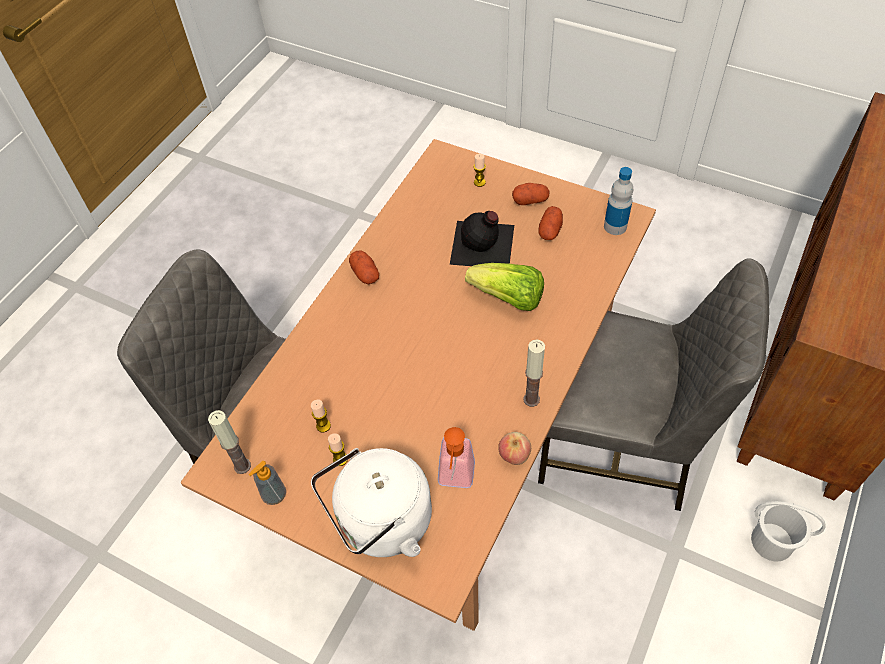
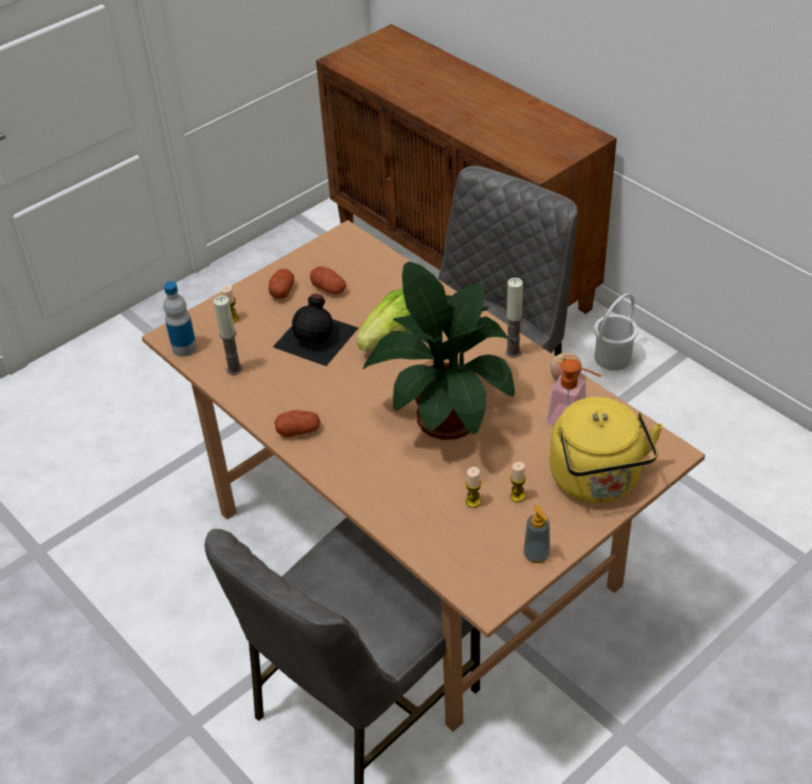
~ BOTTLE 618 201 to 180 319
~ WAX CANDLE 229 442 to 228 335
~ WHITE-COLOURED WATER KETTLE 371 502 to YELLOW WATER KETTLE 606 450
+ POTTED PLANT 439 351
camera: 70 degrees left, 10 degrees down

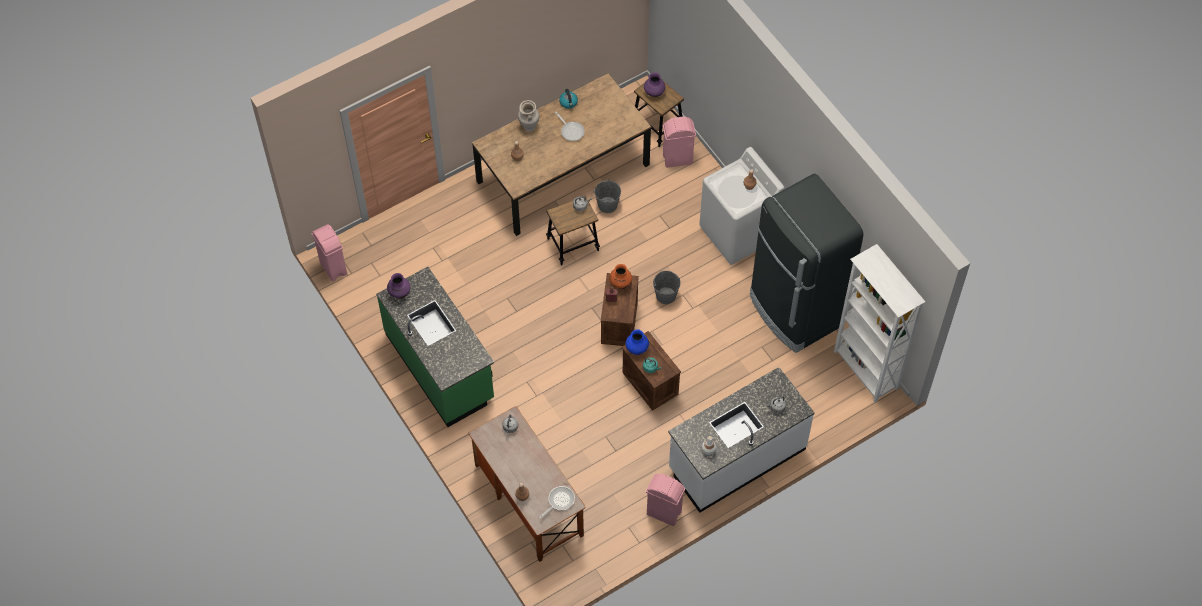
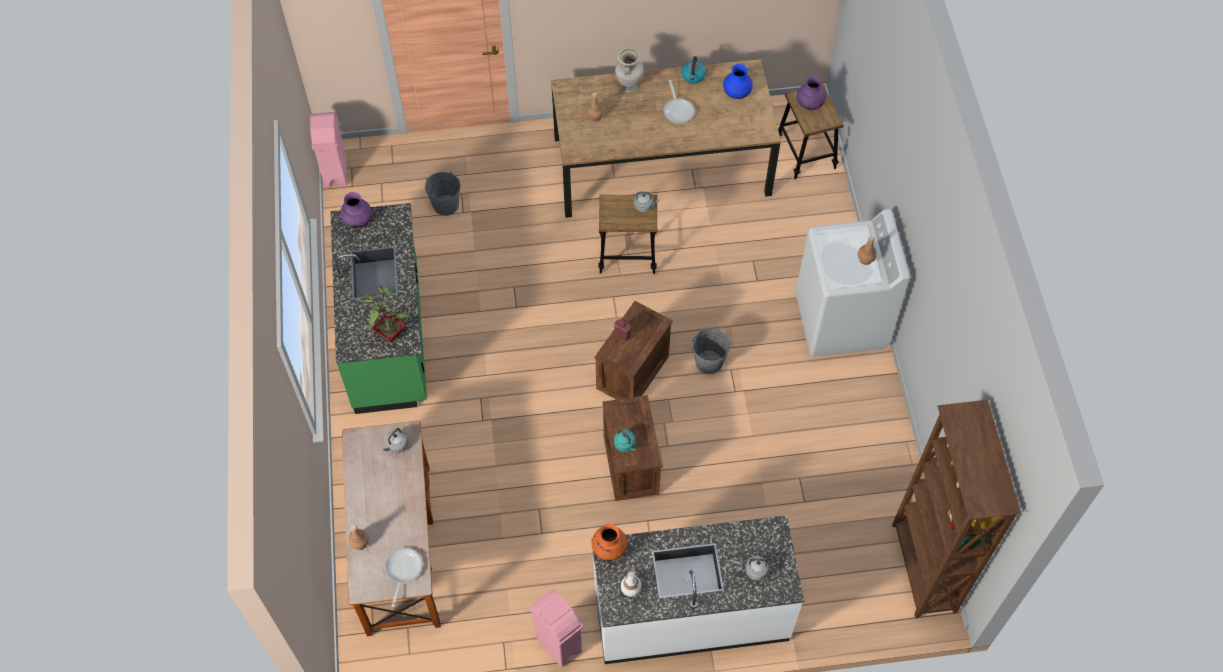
- PINKISH WASTE BIN 679 142
- BLACKISH REFRIGERATOR 806 263
~ GREY PAIL 607 196 to 443 194
~ WHITE-COLOURED BOOKSHELF 879 323 to BROWN BOOKSHELF 956 509
~ ORANGEY VASE 620 276 to 609 542
~ BLUISH VASE 637 342 to 738 81
~ FRYING PAN 557 502 = 404 577 60 degrees counterclockwise
+ POTTED PLANT 387 313
camera: 25 degrees right, 0 degrees up

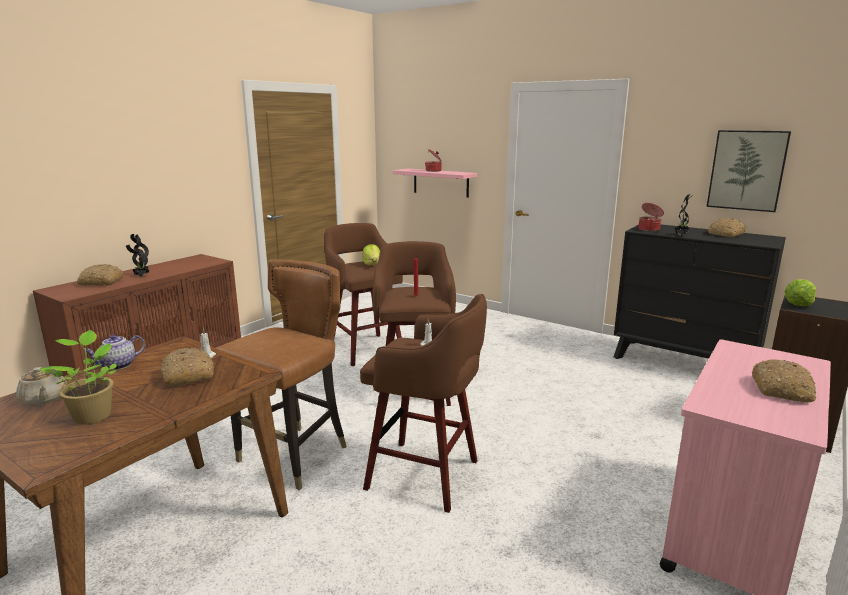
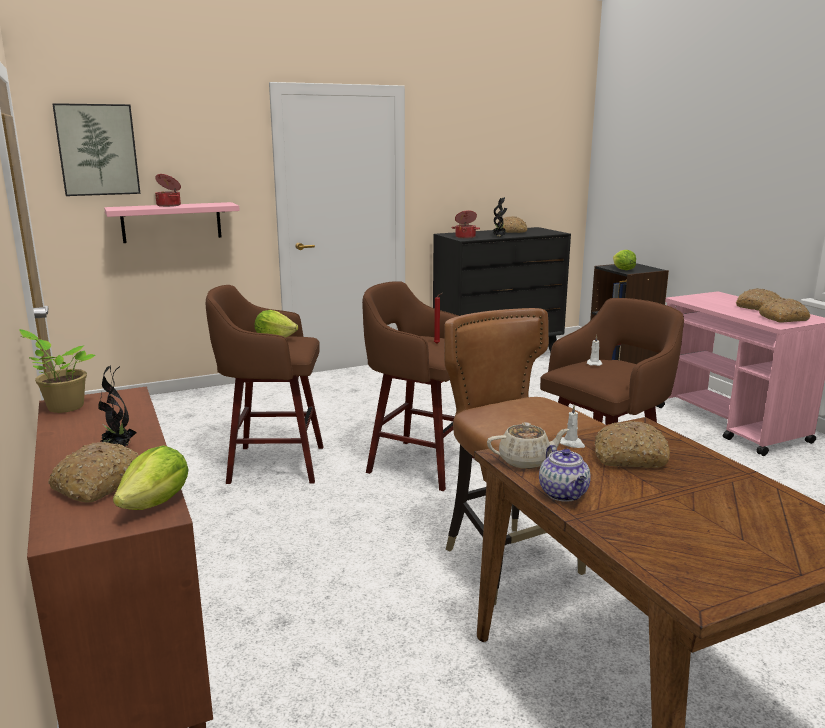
~ PICTURE 749 171 to 96 149
~ POTTED PLANT 78 377 to 57 371
~ BEIGE-COLOURED POT FOR TEA 41 386 to 528 445
+ BAKED BREAD 784 310
+ LETTUCE 150 477
camera: 60 degrees left, 0 degrees up

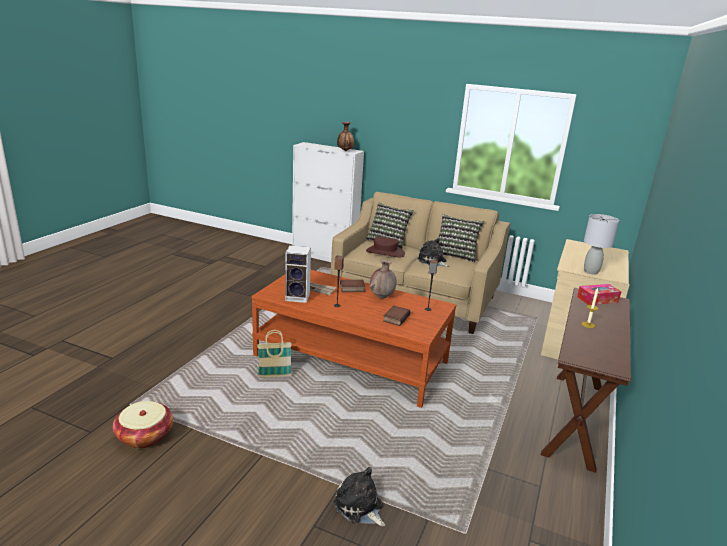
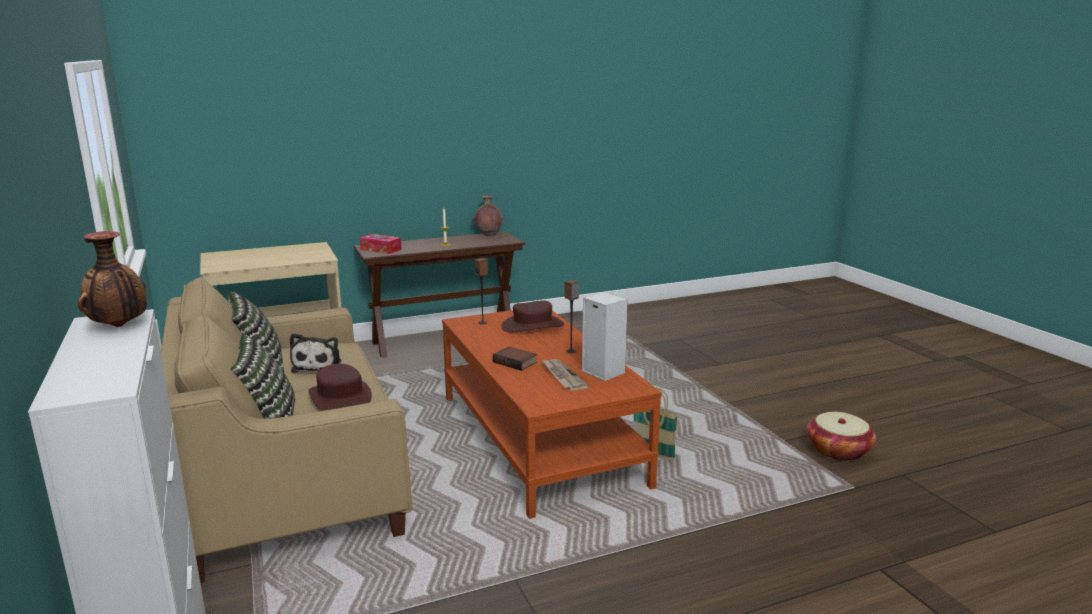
- GREY TABLE LAMP 601 244
~ BROWN VASE 383 279 to 488 216
~ BOUND BOOK 396 315 to BROWN CLOTHING HAT 532 316
- CUDDLY TOY 359 496
camera: 135 degrees left, 5 degrees down

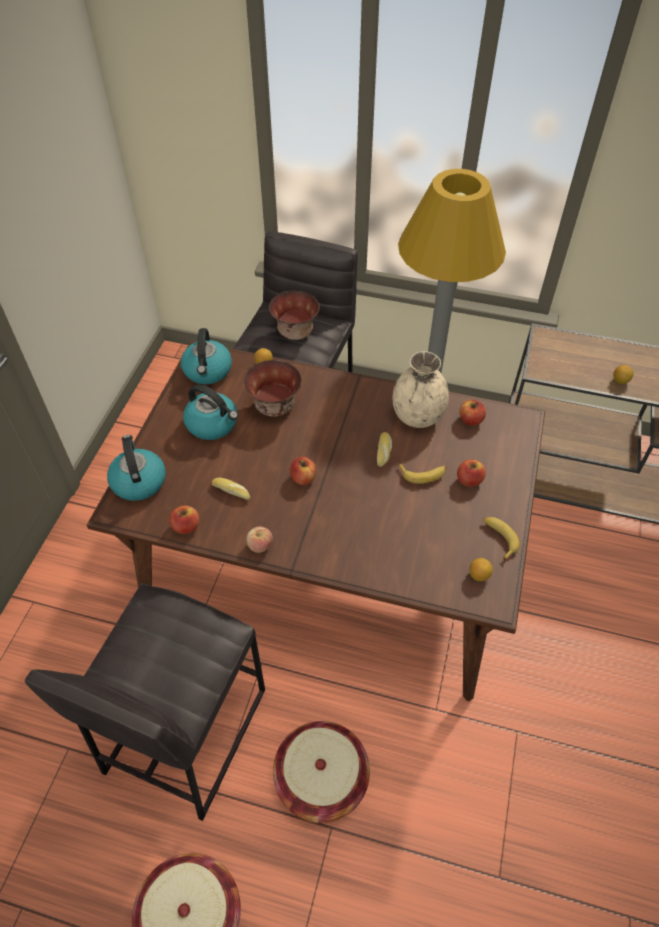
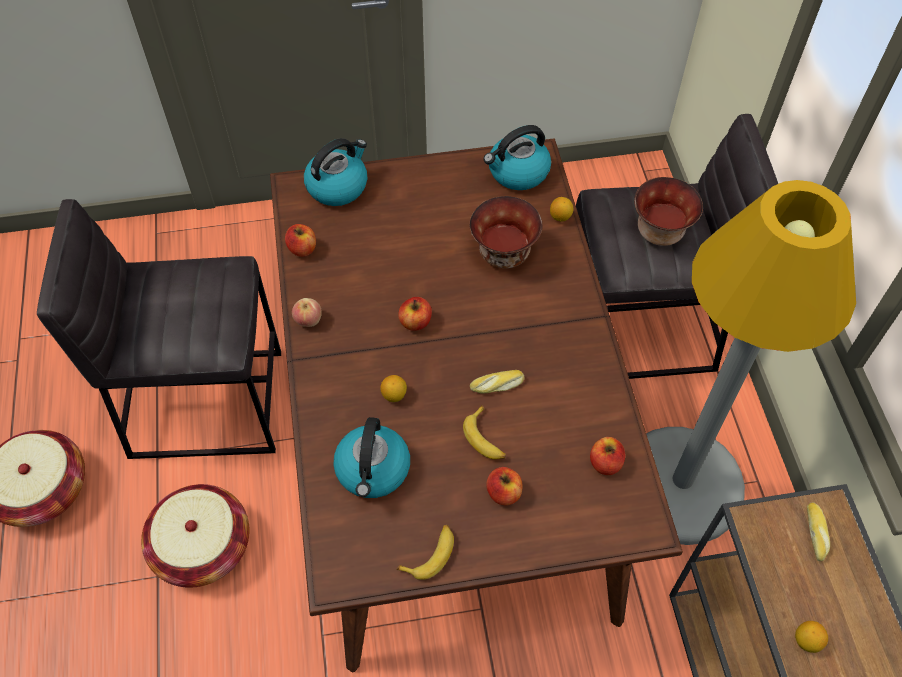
- BEIGE-COLOURED VASE 420 389
~ WATER KETTLE 210 412 to 372 457
~ BAKED BREAD 231 489 to 818 531
~ WHOLE LEMON 481 569 to 393 388
camera: 65 degrees right, 5 degrees up

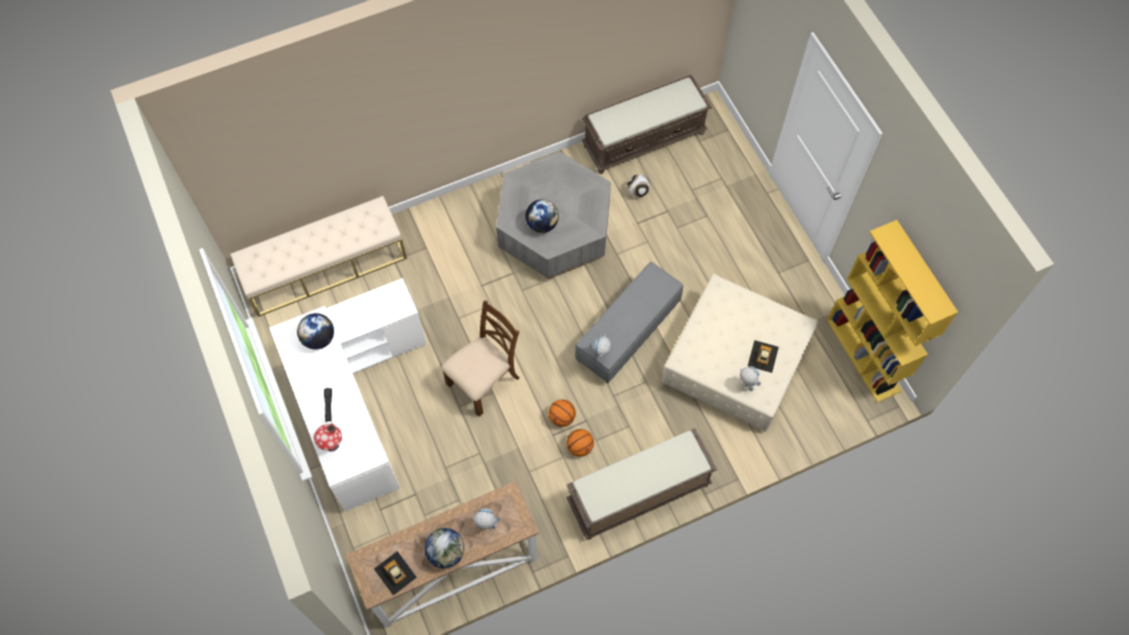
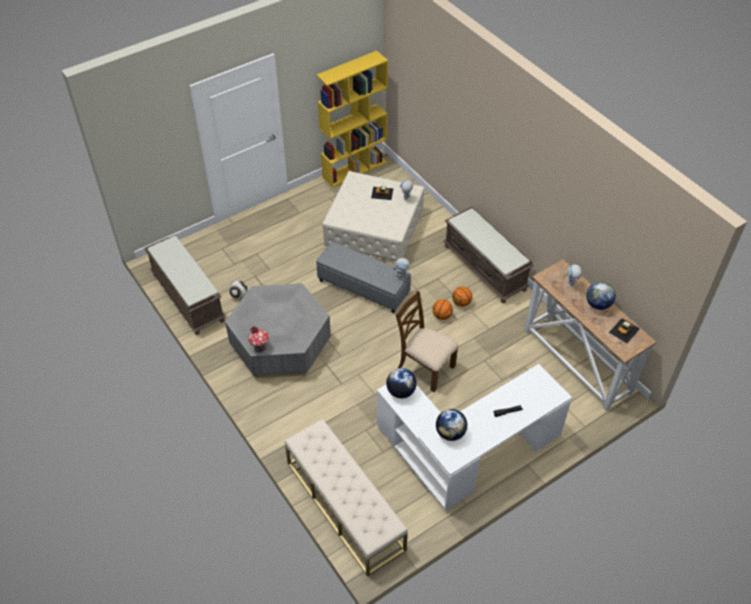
~ GLOBE 542 216 to 401 383
~ TOY HOUSE 328 437 to 258 339
camera: 100 degrees left, 15 degrees down

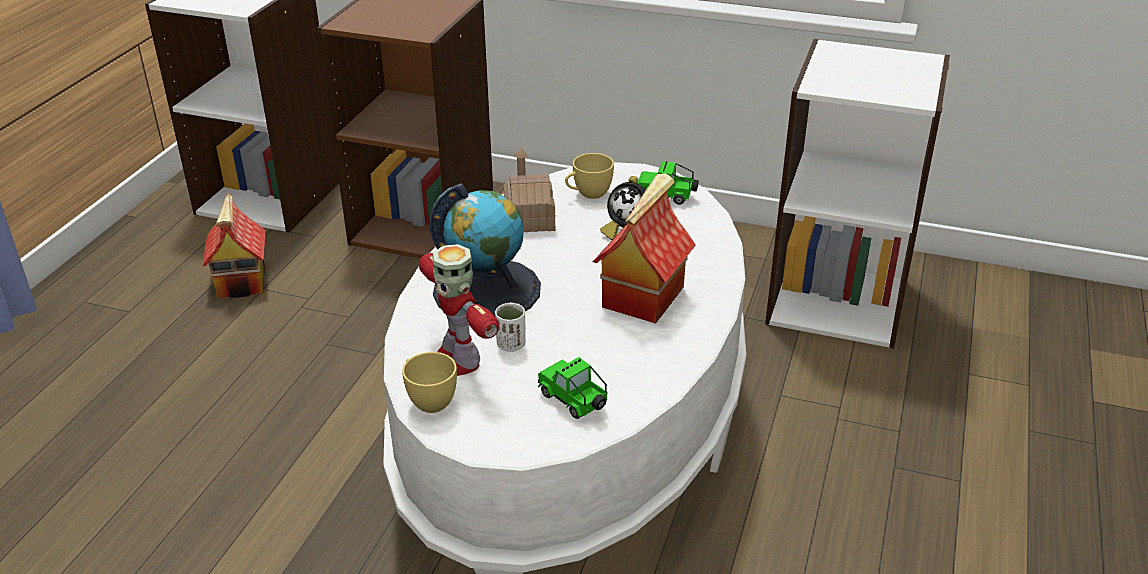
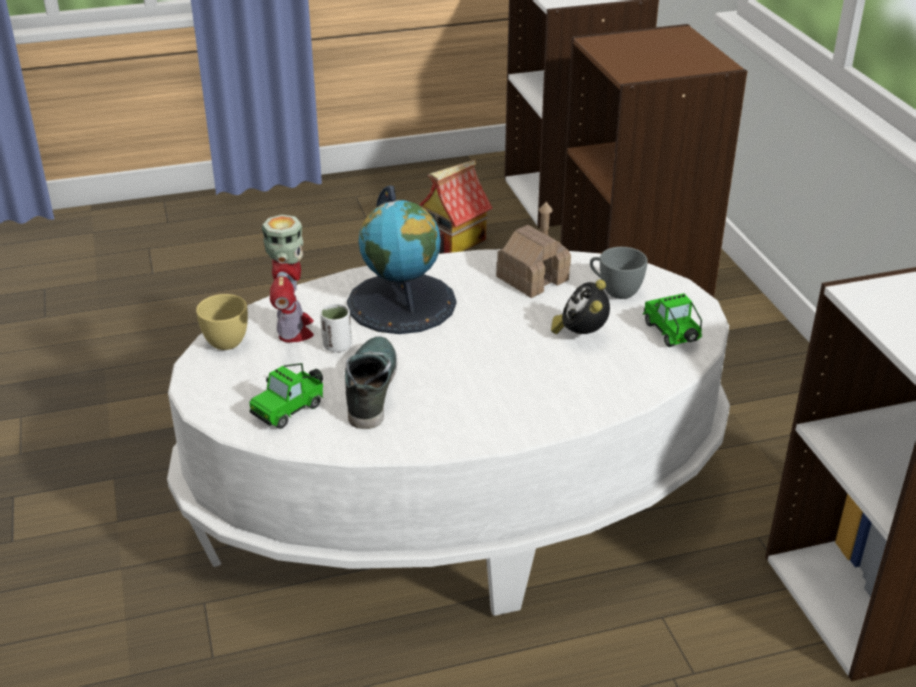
~ YELLOW SMALL CUP 589 176 to GREY SMALL CUP 619 273
- TOY HOUSE 644 248
~ MODEL ROBOT 459 310 = 288 278 150 degrees clockwise
~ MODEL CAR 573 388 = 286 396 150 degrees counterclockwise
+ ITEM OF FOOTWEAR 371 383
camera: 55 degrees right, 0 degrees up

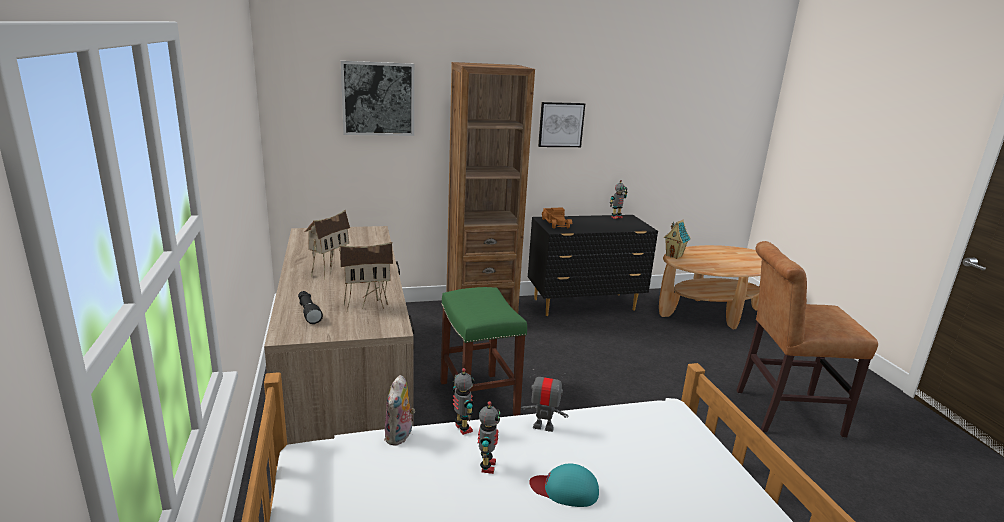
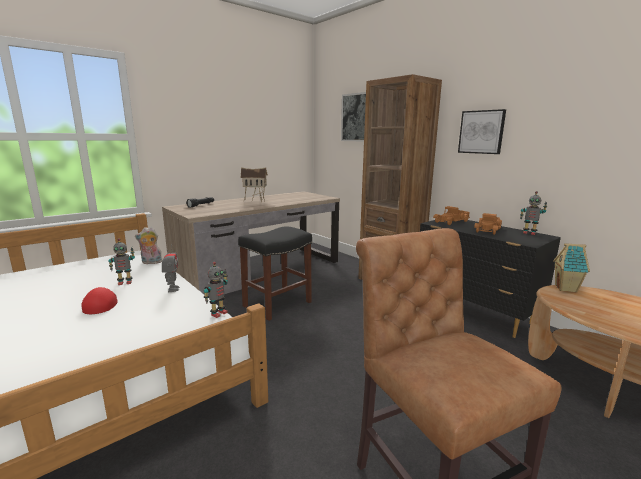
- TOY HOUSE 366 277
~ GREENISH STOOL SEAT 483 354 to BLACKISH STOOL SEAT 275 273
~ MODEL ROBOT 463 401 to 216 290
~ TURQUOISE-COLOURED CAP 564 485 to RED CAP 99 300
+ TOY TRUCK 488 224
camera: 65 degrees right, 5 degrees down

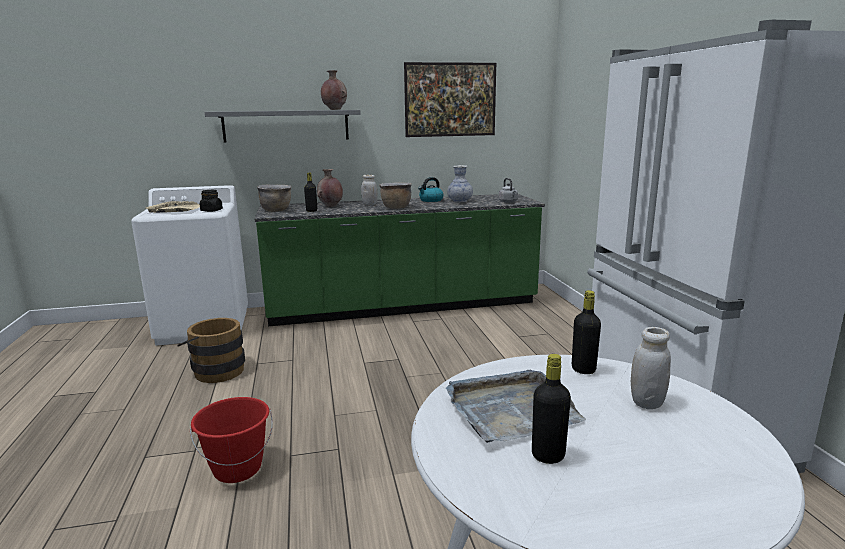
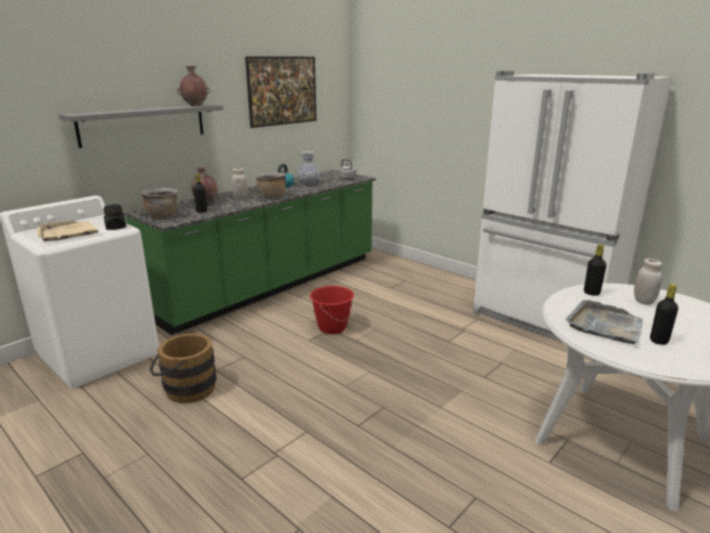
~ RED PAIL 231 440 to 332 310
camera: 35 degrees left, 5 degrees up

